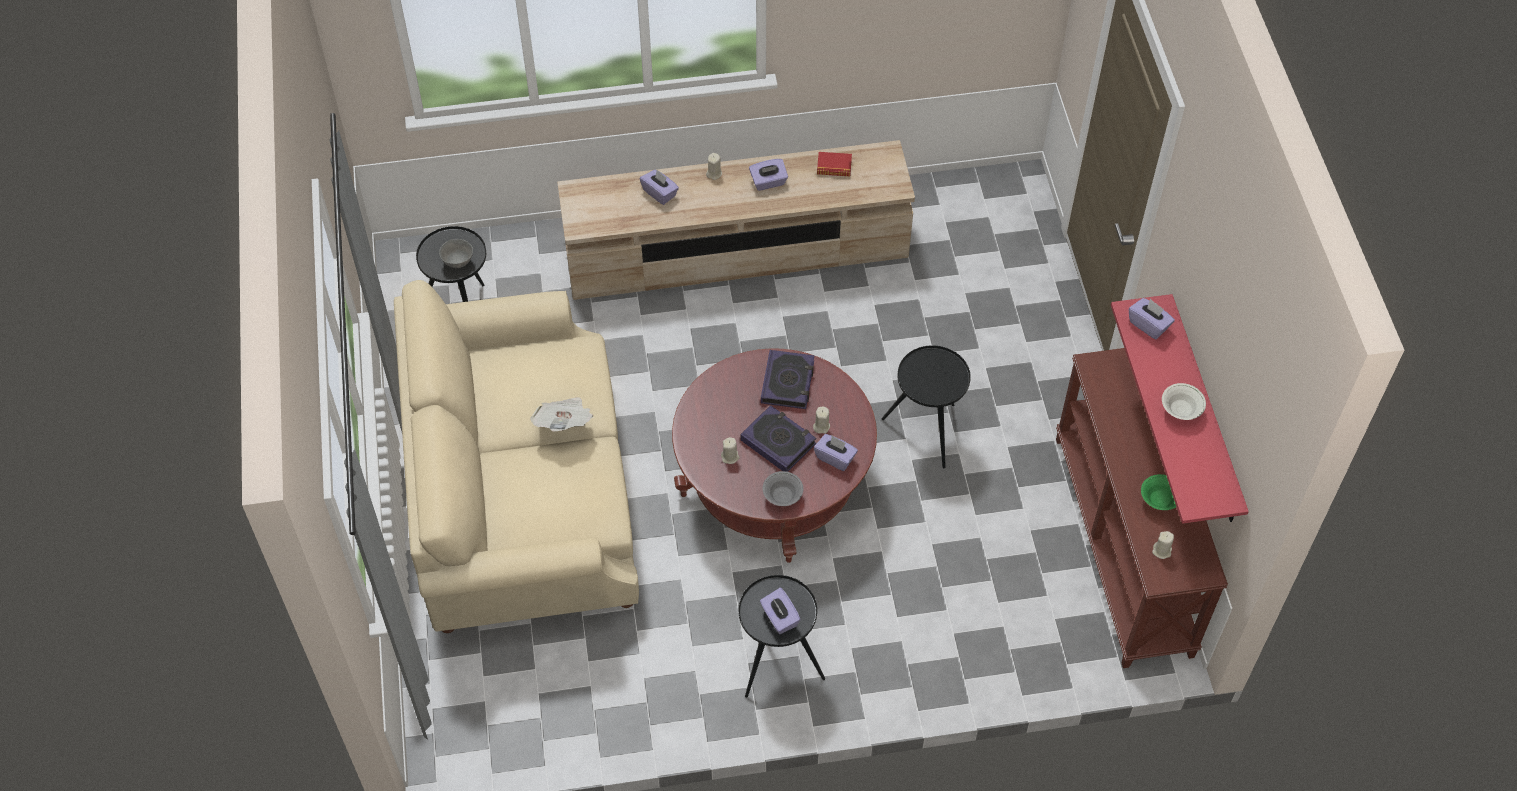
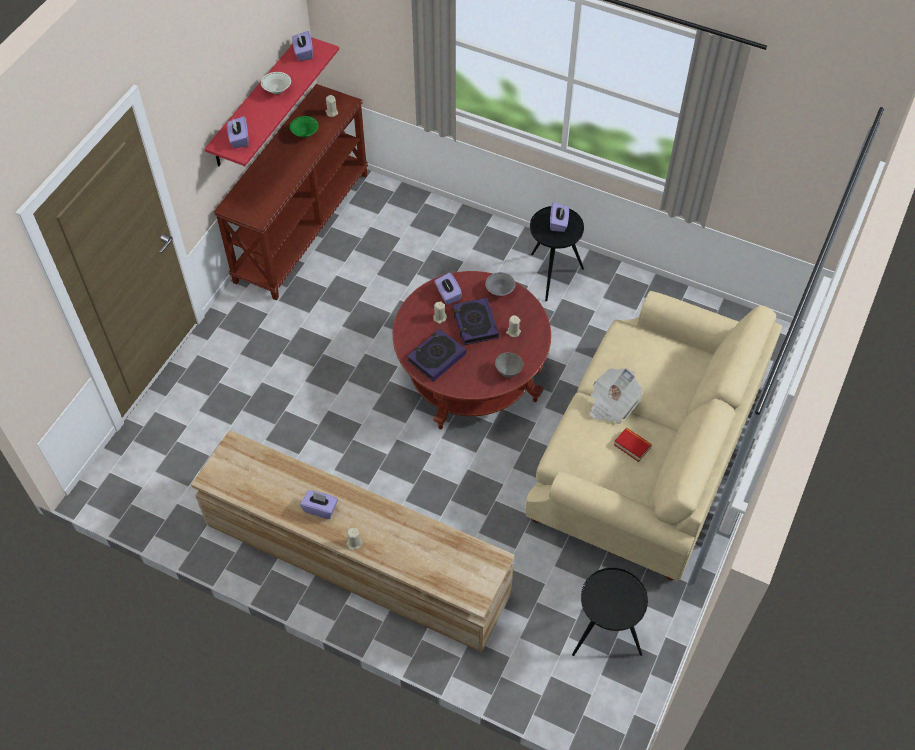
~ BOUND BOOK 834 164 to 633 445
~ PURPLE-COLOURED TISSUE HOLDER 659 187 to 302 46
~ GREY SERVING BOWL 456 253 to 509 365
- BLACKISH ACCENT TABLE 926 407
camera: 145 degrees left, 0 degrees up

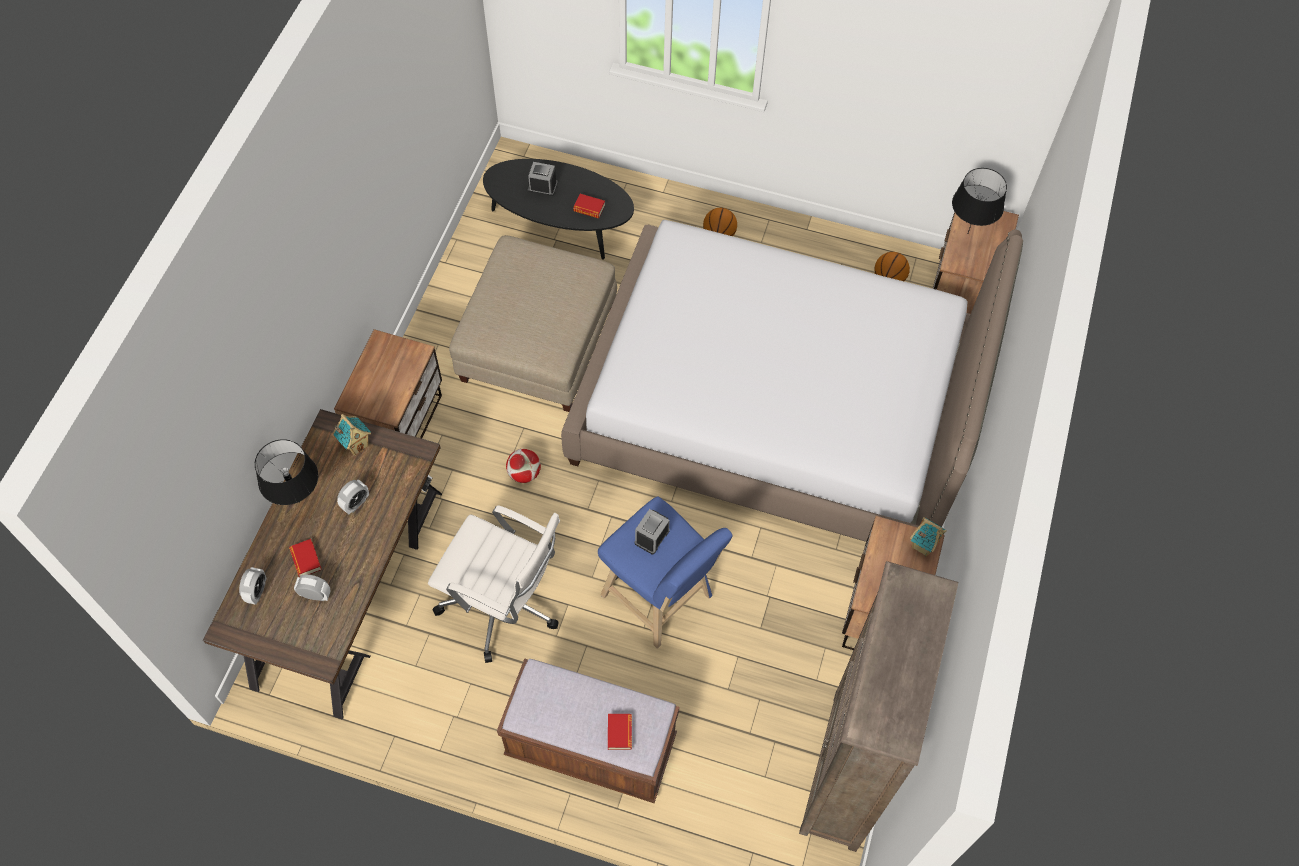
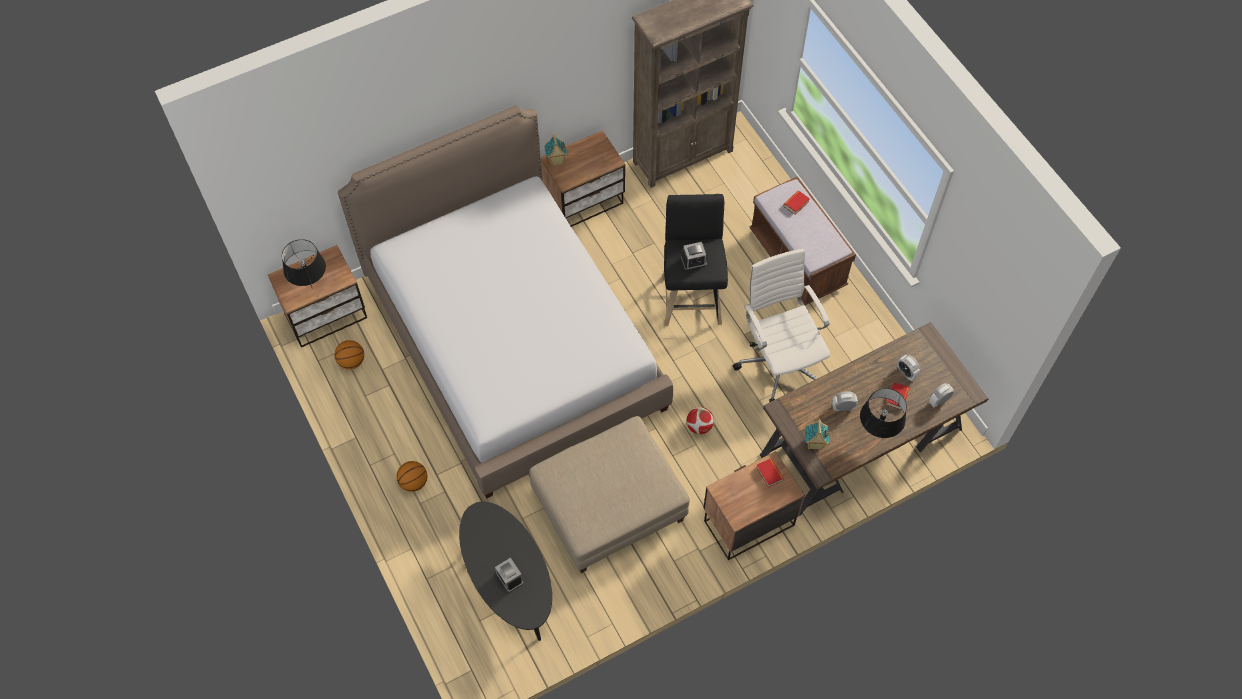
~ BOUND BOOK 589 206 to 770 473
~ BLUISH STOOL SEAT 665 572 to BLACKISH STOOL SEAT 695 260
camera: 135 degrees left, 0 degrees up

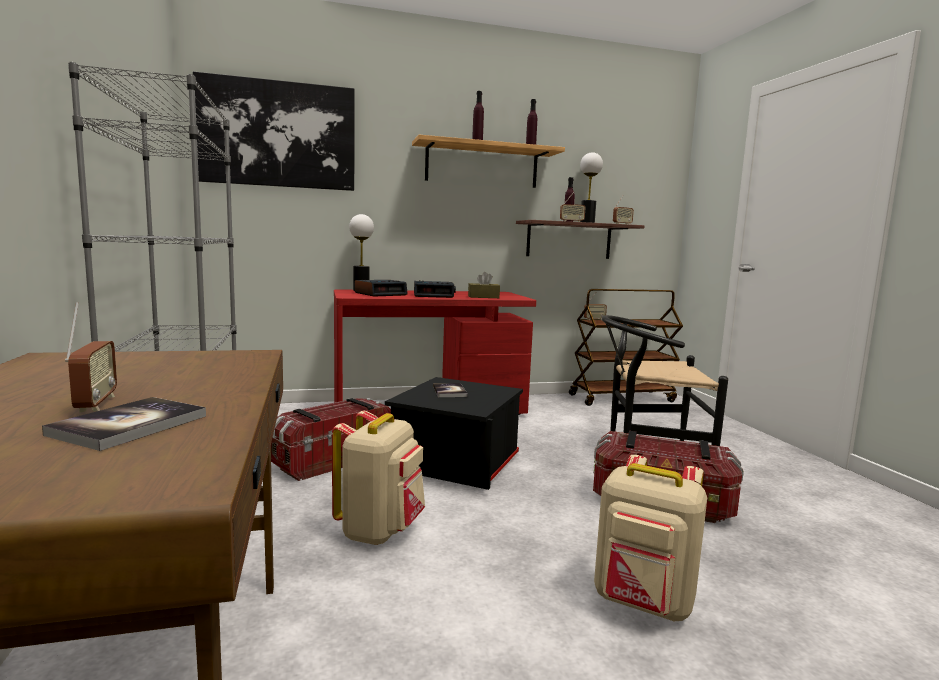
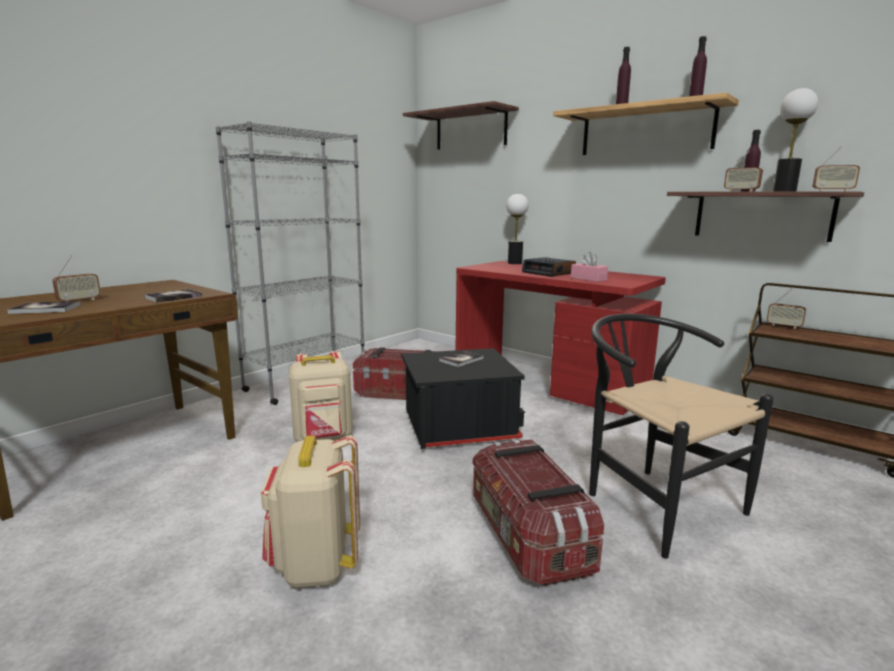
~ PICTURE 274 131 to BRACKET SHELF 461 125
~ BROWN TISSUE HOLDER 484 285 to PINKISH TISSUE HOLDER 589 267
- TABLE CLOCK 381 288
+ BOUND BOOK 173 296
camera: 55 degrees right, 5 degrees up

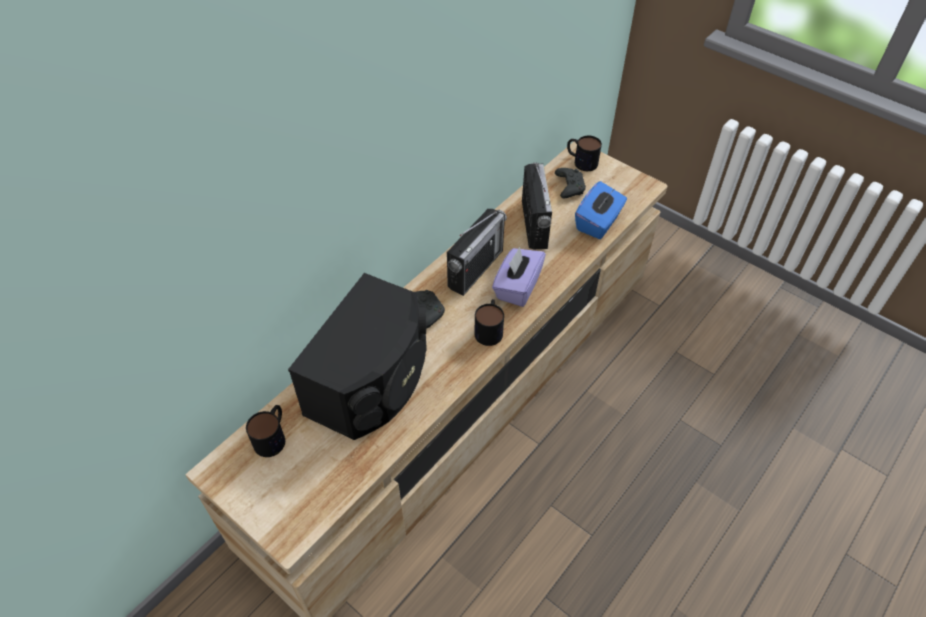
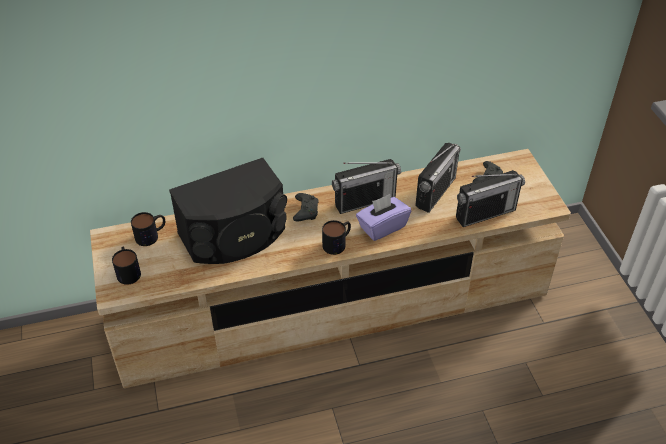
~ MUG 584 153 to 126 266
~ BLUISH TISSUE HOLDER 601 210 to RADIO RECEIVER 490 198
camera: 35 degrees right, 5 degrees down

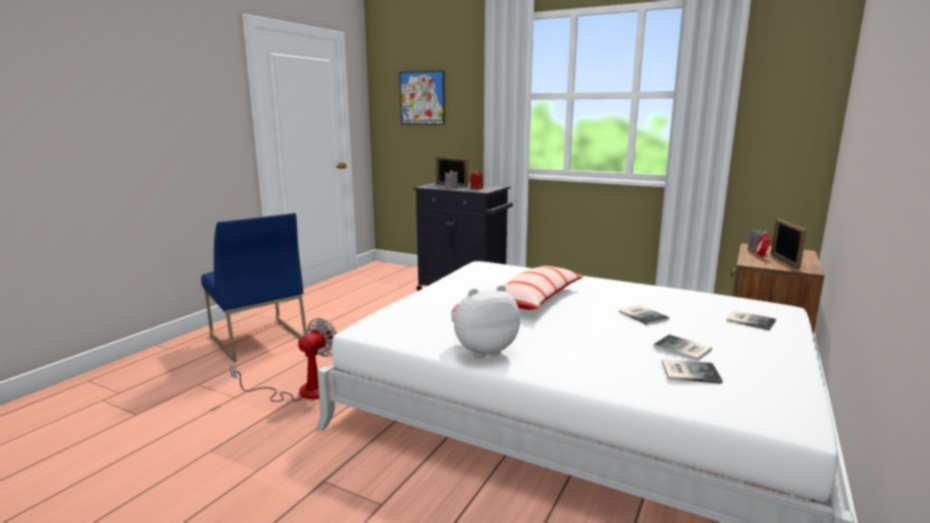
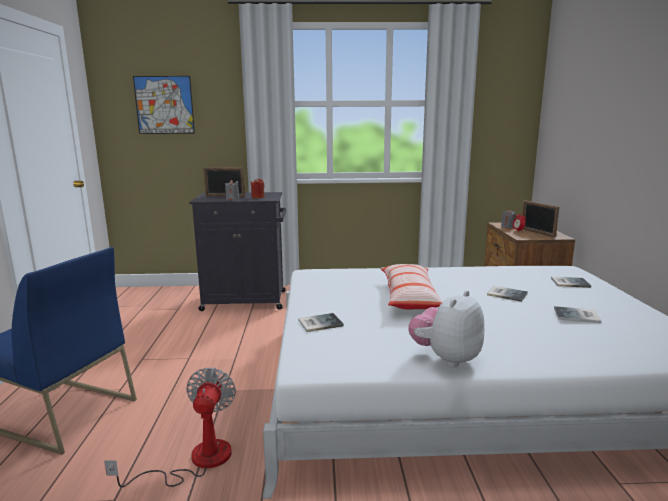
~ BOUND BOOK 692 371 to 321 322
camera: 30 degrees left, 0 degrees up

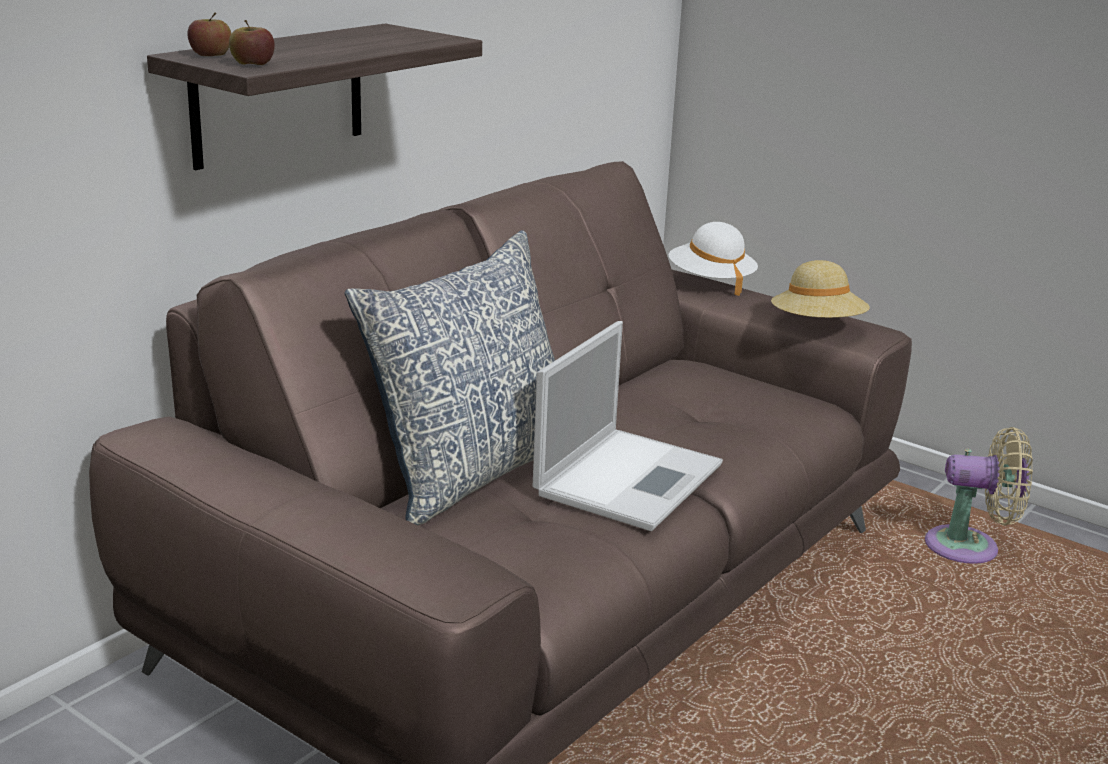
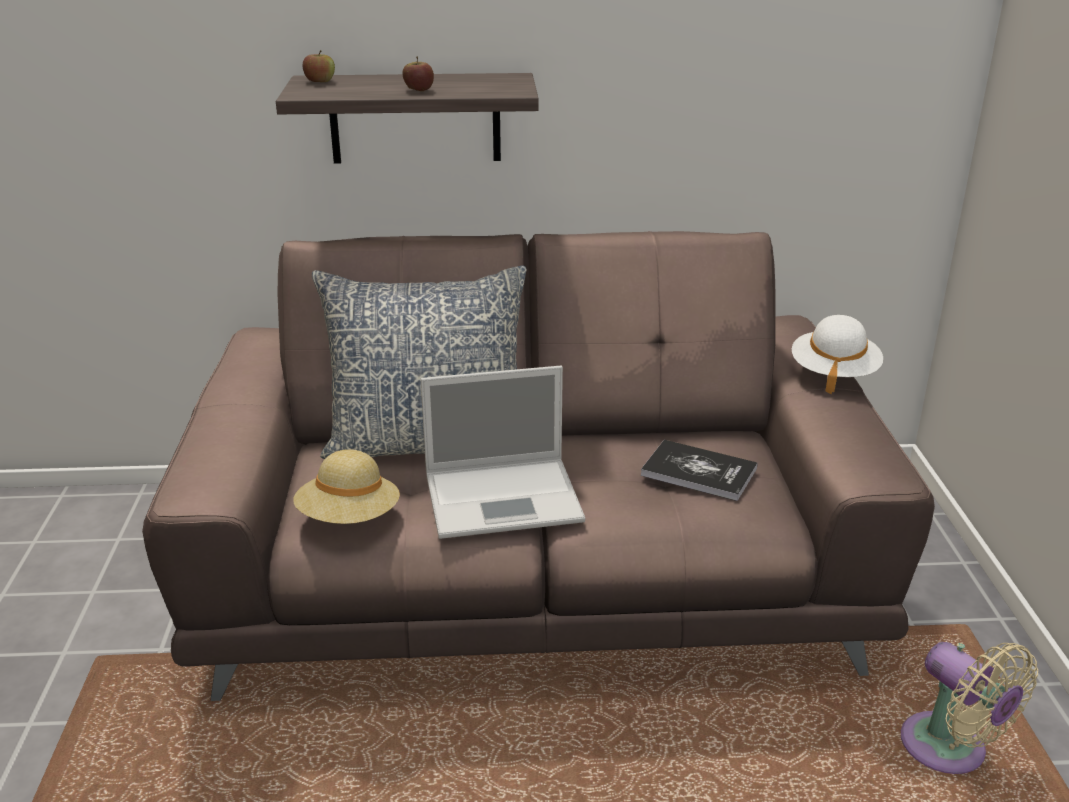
~ WHOLE APPLE 252 42 to 418 73
~ BEIGE-COLOURED CLOTHING HAT 820 289 to 346 486
+ BOUND BOOK 699 470
camera: 50 degrees right, 5 degrees up

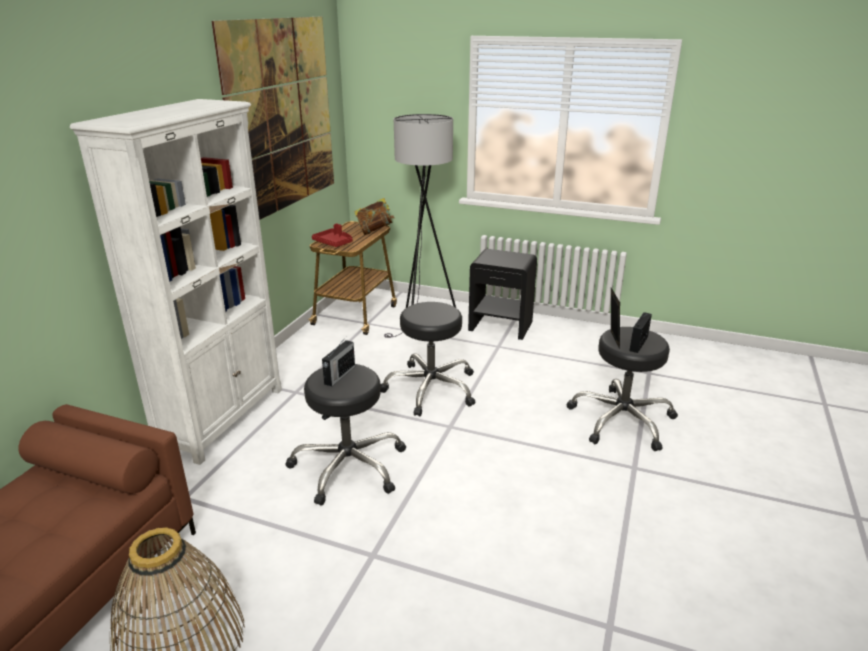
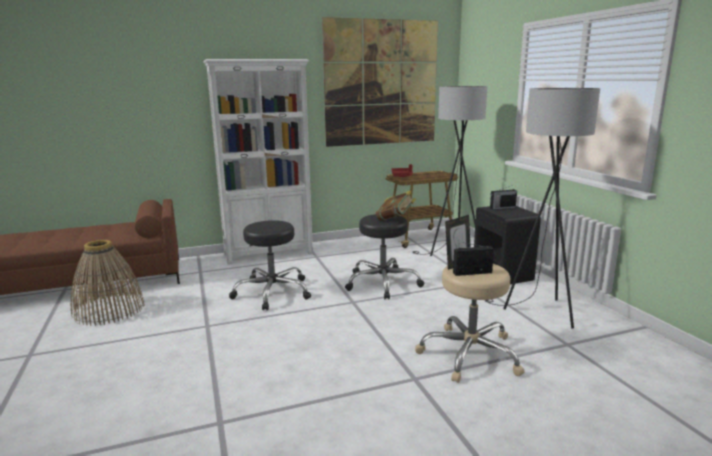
~ BOUND BOOK 374 216 to 396 205
~ BLACKISH STOOL SEAT 622 389 to BEIGE-COLOURED STOOL SEAT 470 323
~ RADIO RECEIVER 338 362 to 503 198
+ GREY FLOOR LAMP 542 208
camera: 50 degrees right, 10 degrees down

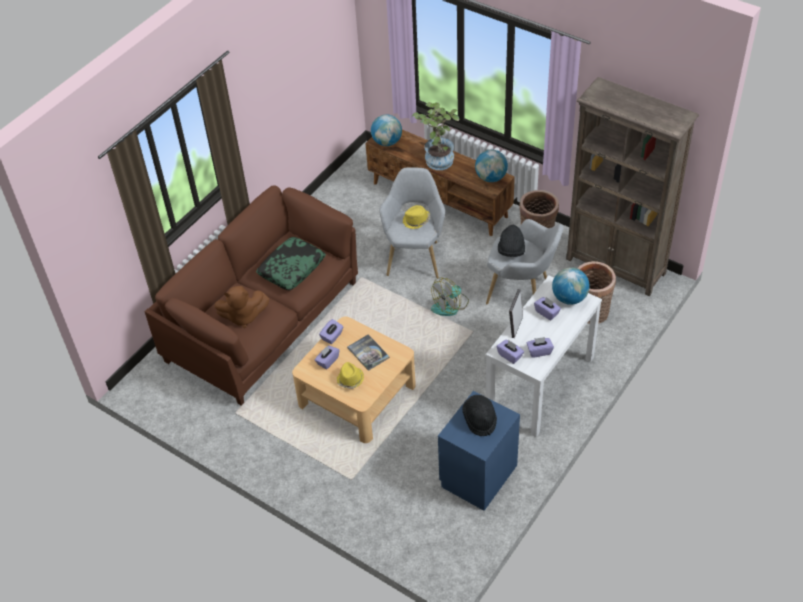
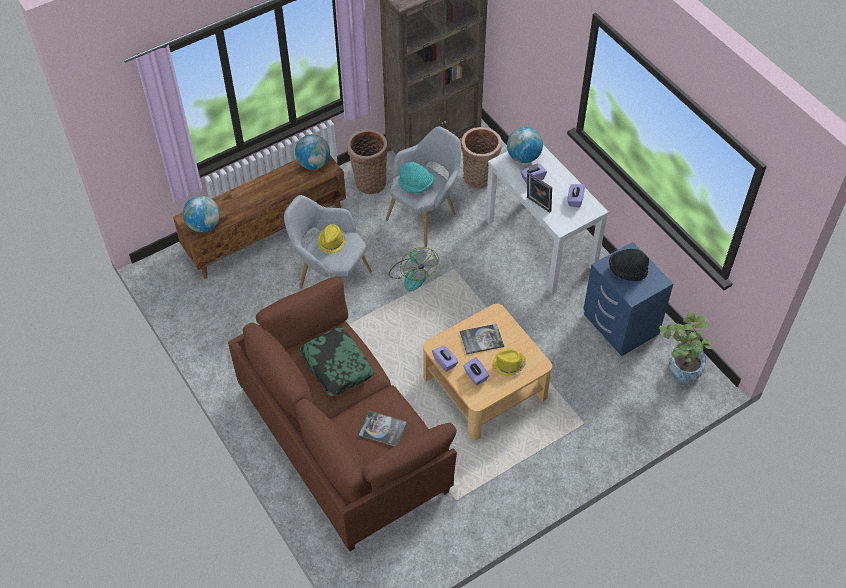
~ POTTED PLANT 435 136 to 686 348
~ BLACKISH CLOTHING HAT 511 240 to TURQUOISE-COLOURED CLOTHING HAT 416 177
~ BROWN CUDDLY TOY 242 307 to BOUND BOOK 383 428
- PURPLE-COLOURED TISSUE HOLDER 510 352
camera: 70 degrees left, 5 degrees up

